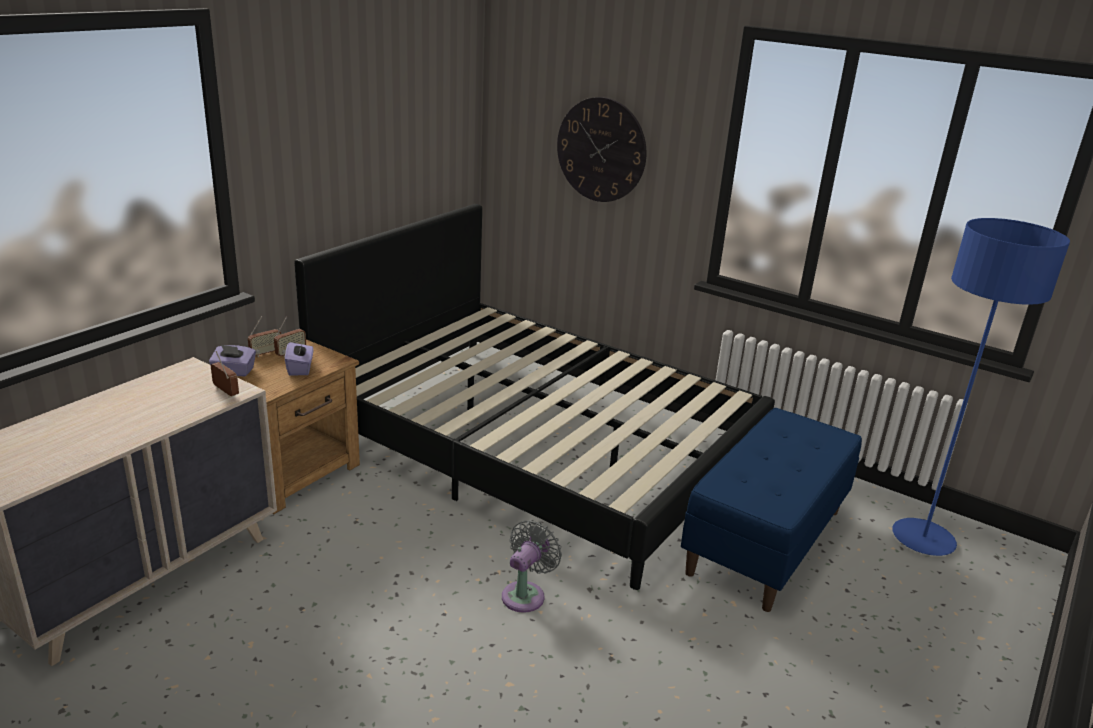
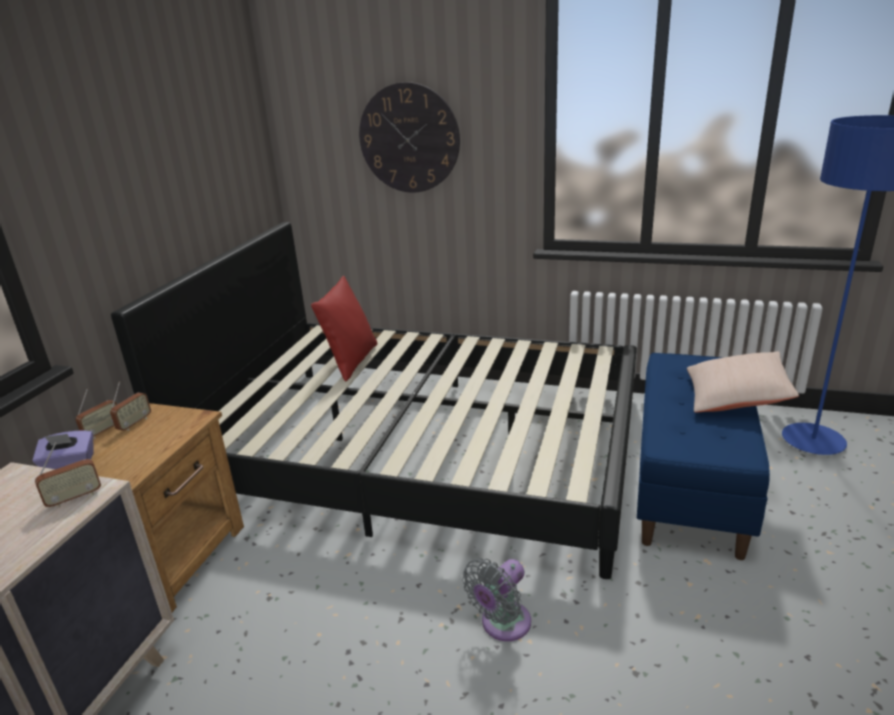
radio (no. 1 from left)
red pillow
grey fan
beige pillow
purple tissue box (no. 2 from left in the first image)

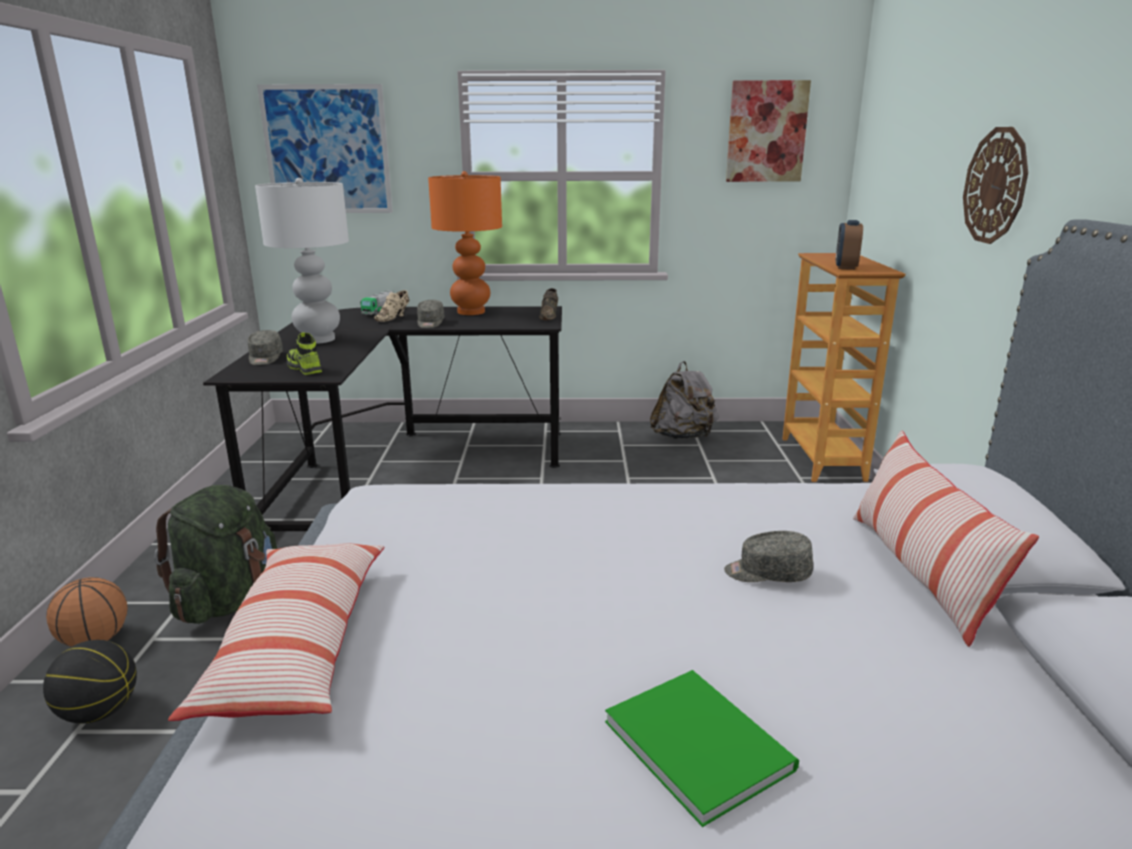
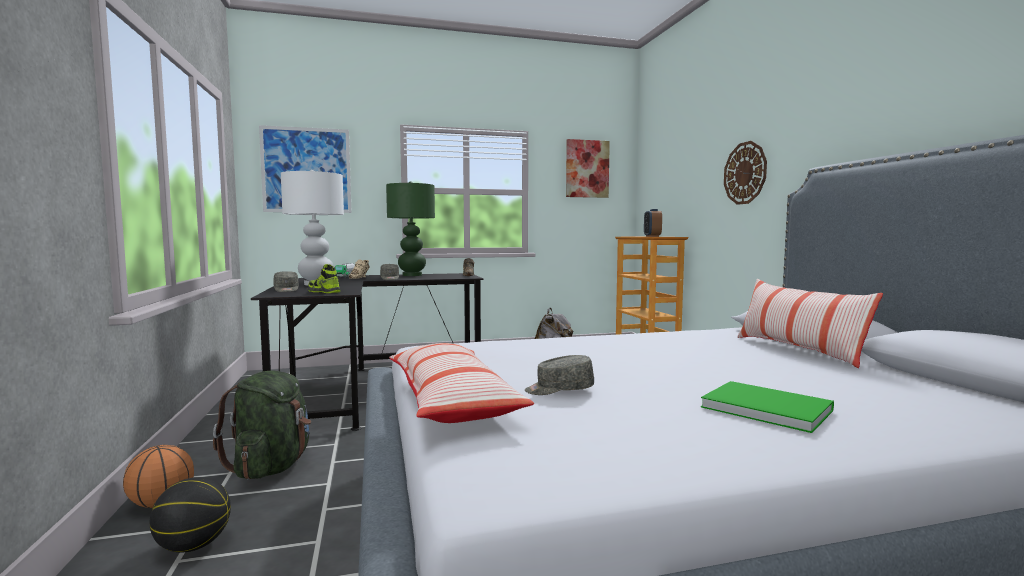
green table lamp
grey cap (no. 3 from left)

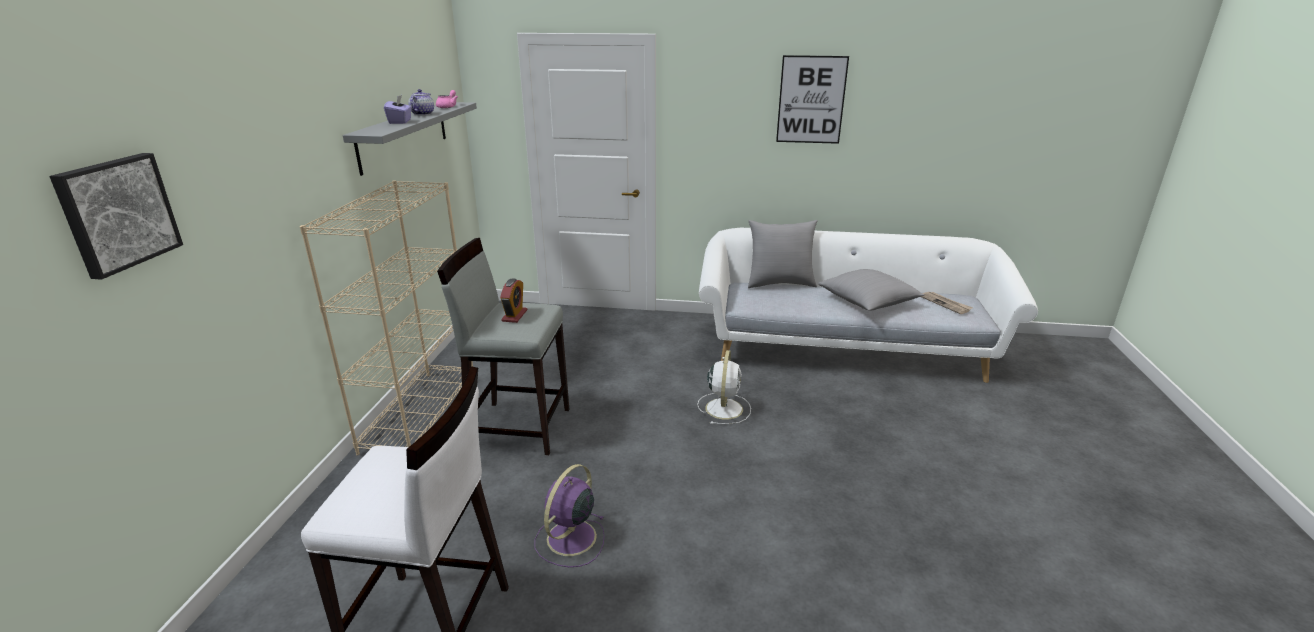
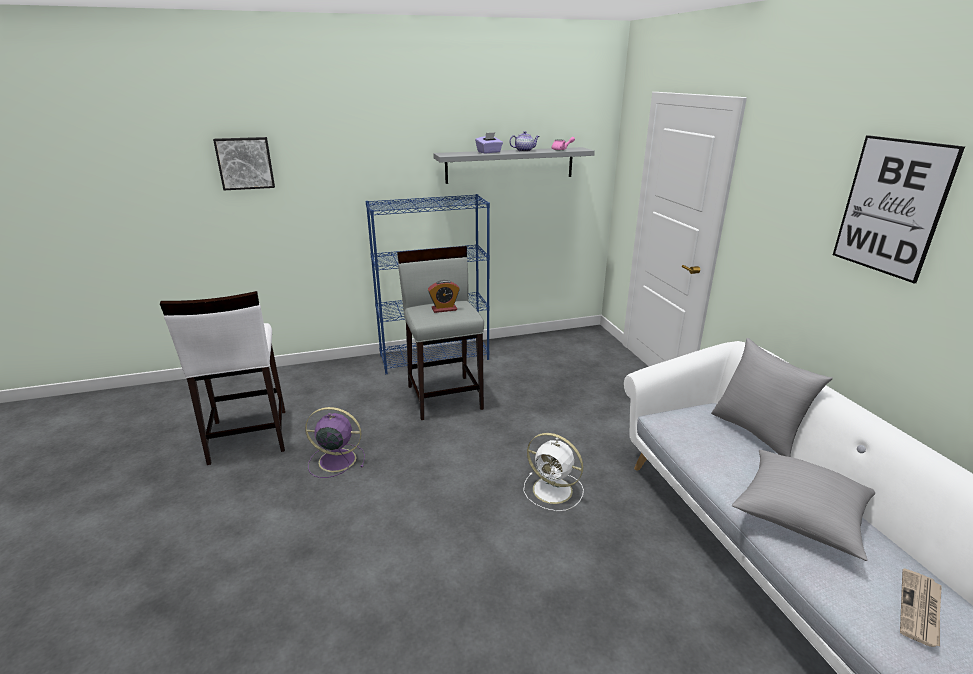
blue bookcase
white fan

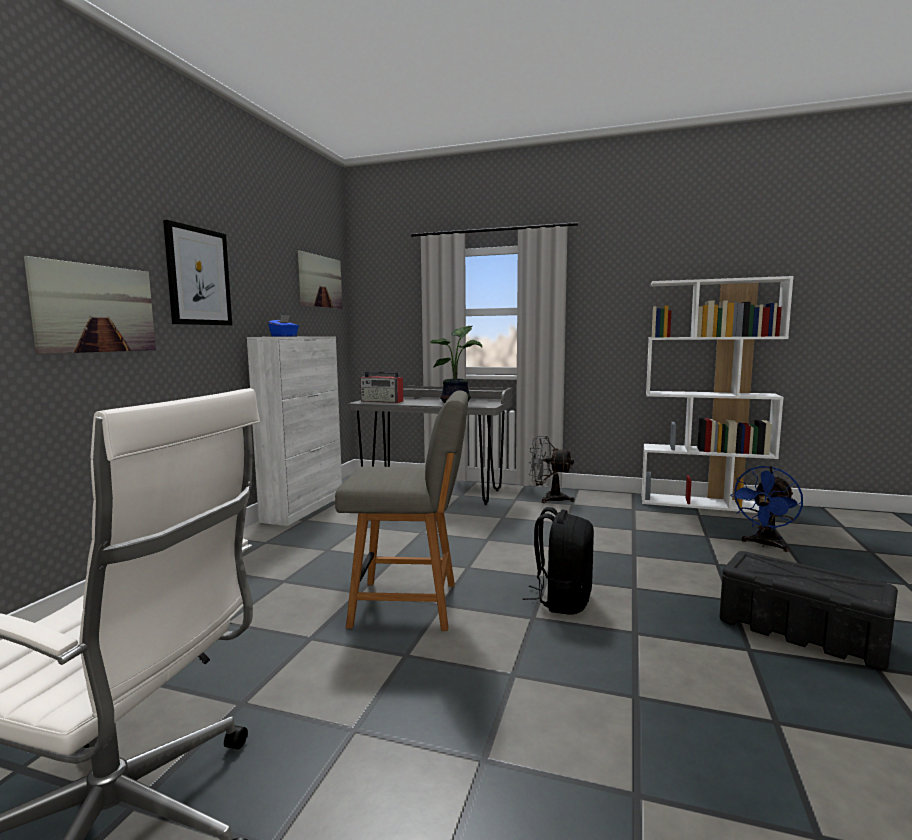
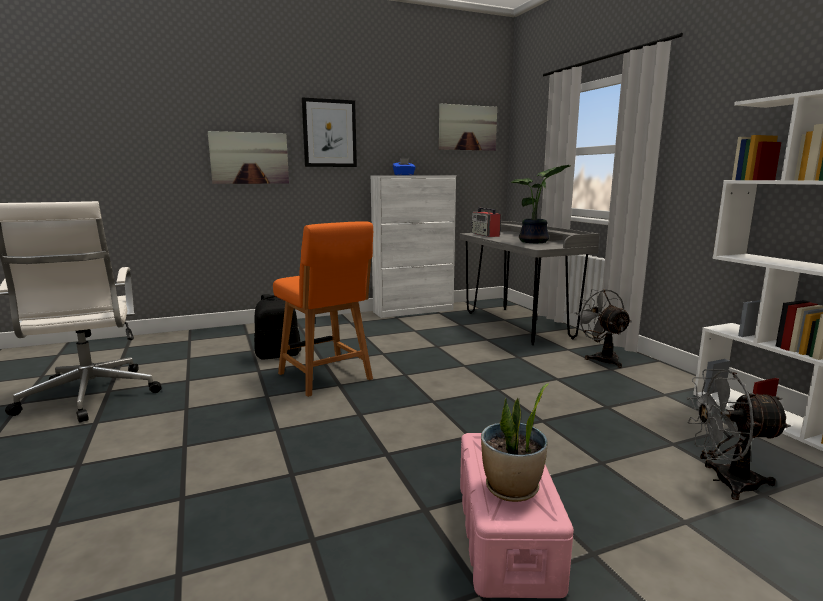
black backpack
orange chair
pink storage box
potted plant (no. 1 from left)
grey fan (no. 2 from left)

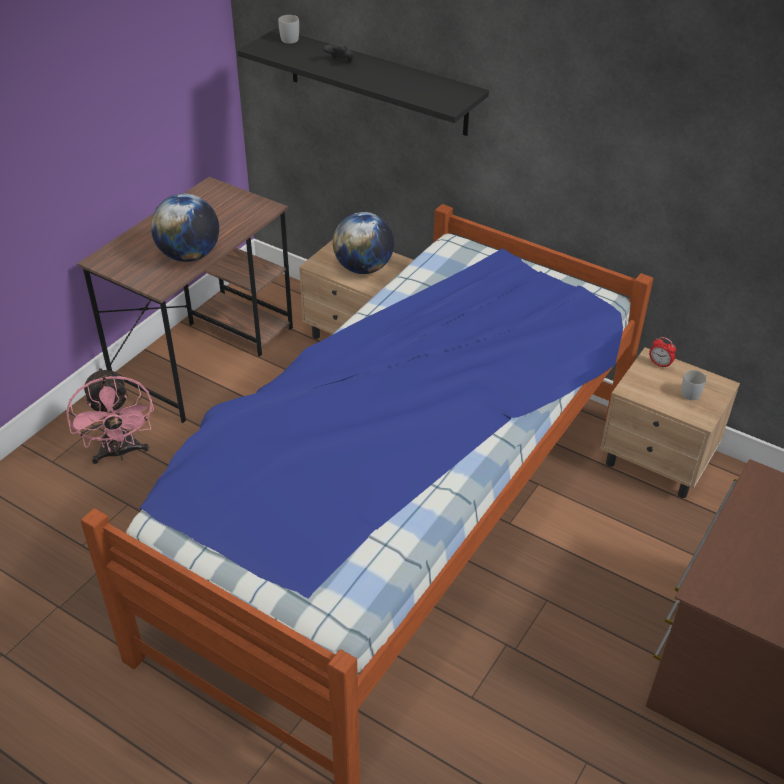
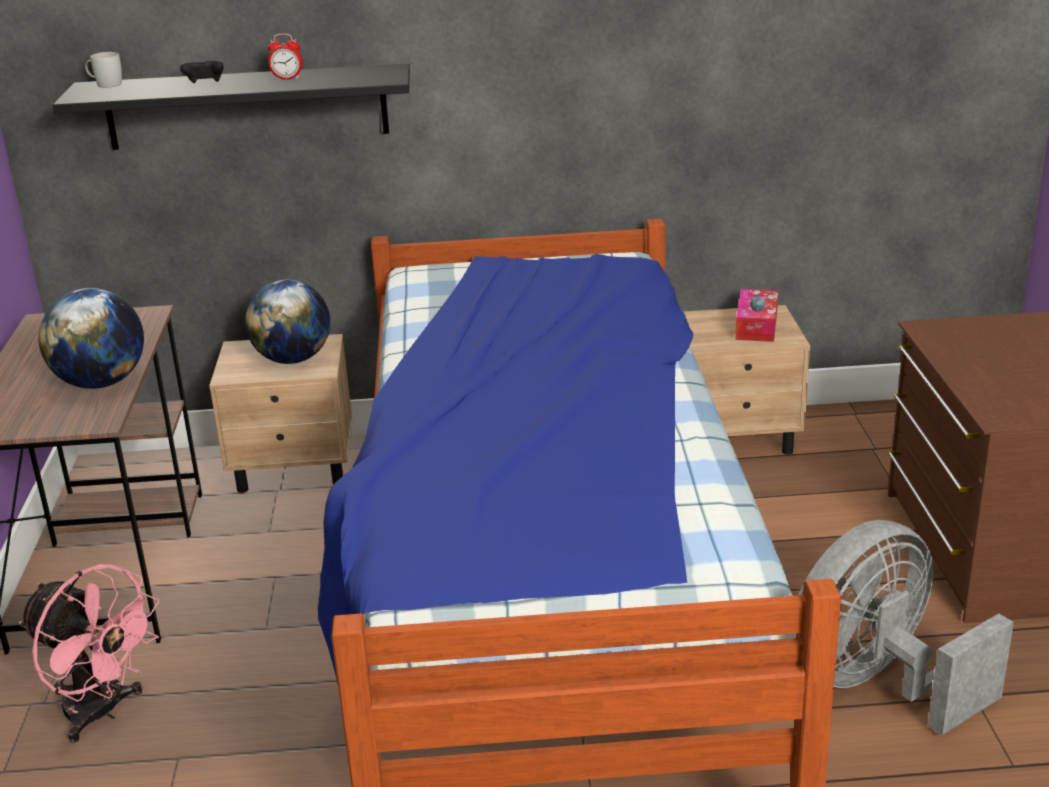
alarm clock
tissue box
grey fan

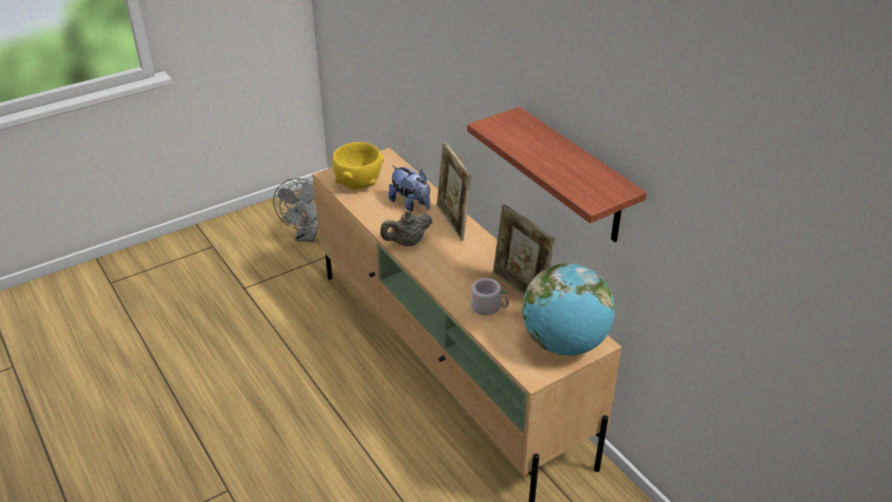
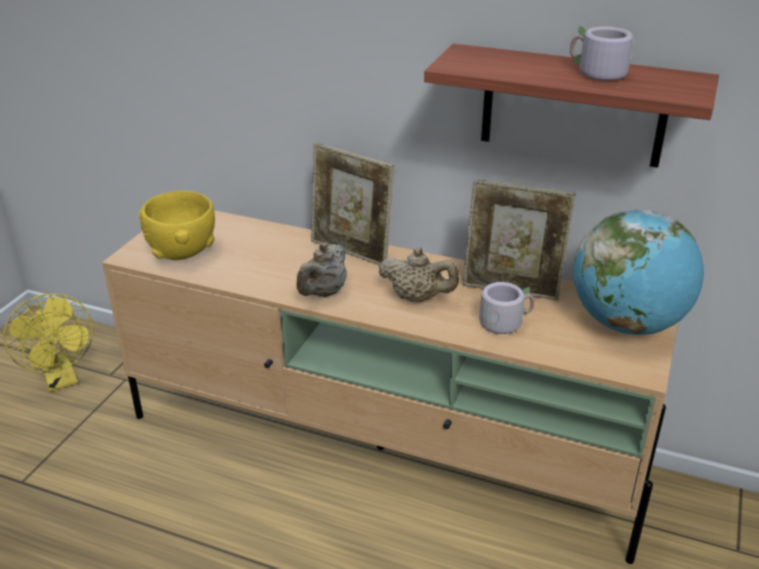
yellow fan
beige teapot (no. 2 from left)
grey mug (no. 2 from left)
plush toy

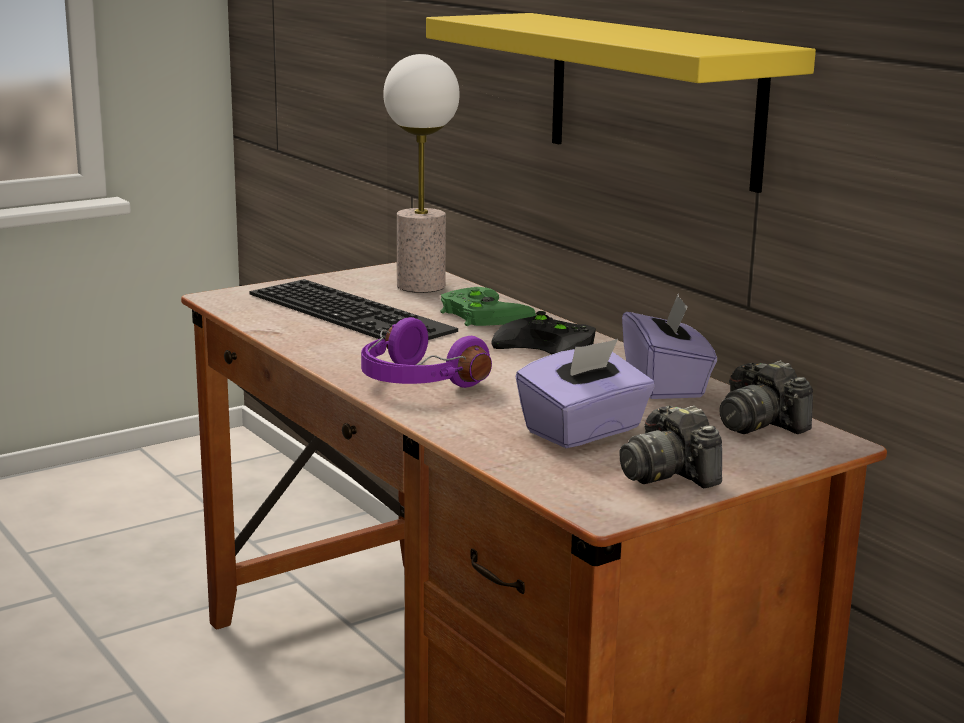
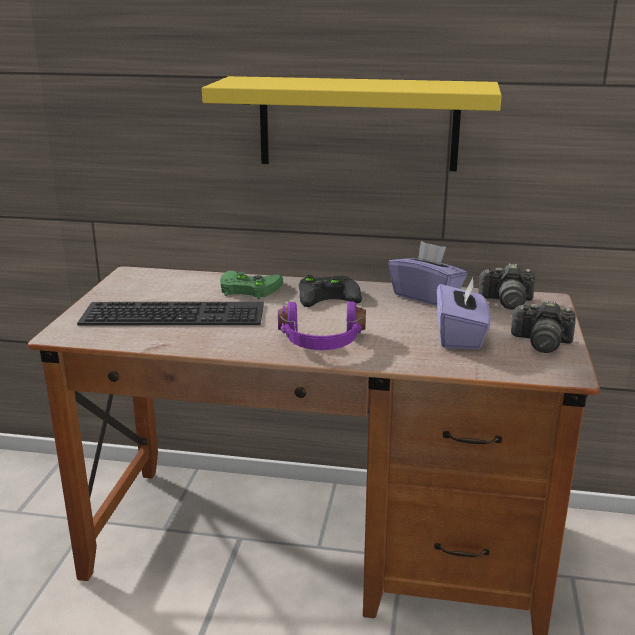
table lamp

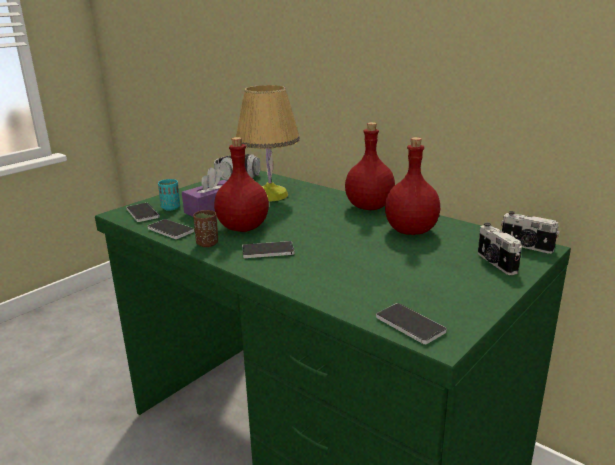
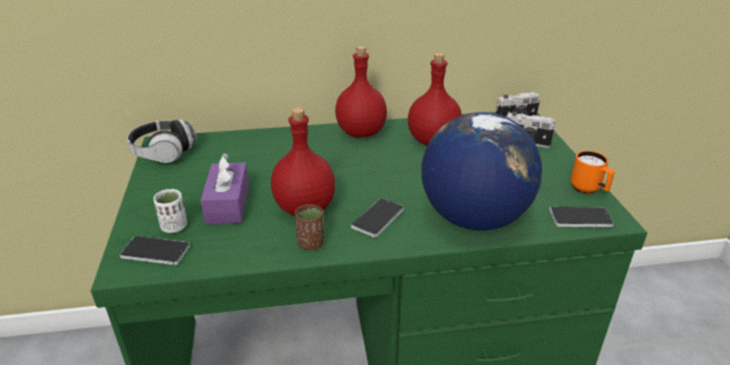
white cup
globe
orange mug
phone (no. 2 from left in the first image)
table lamp

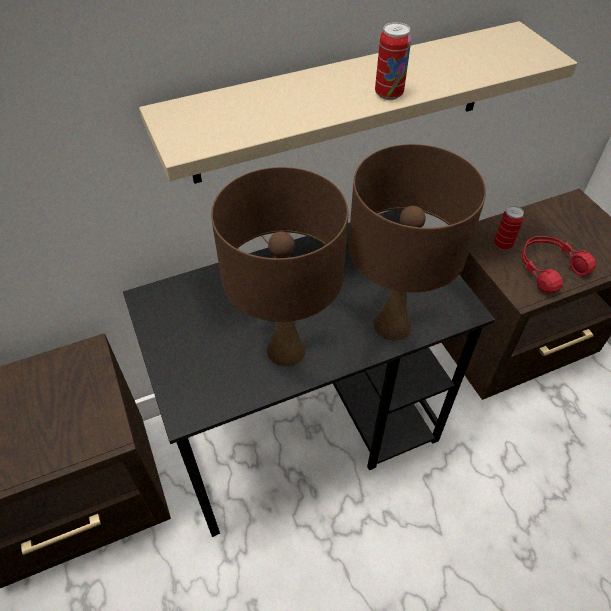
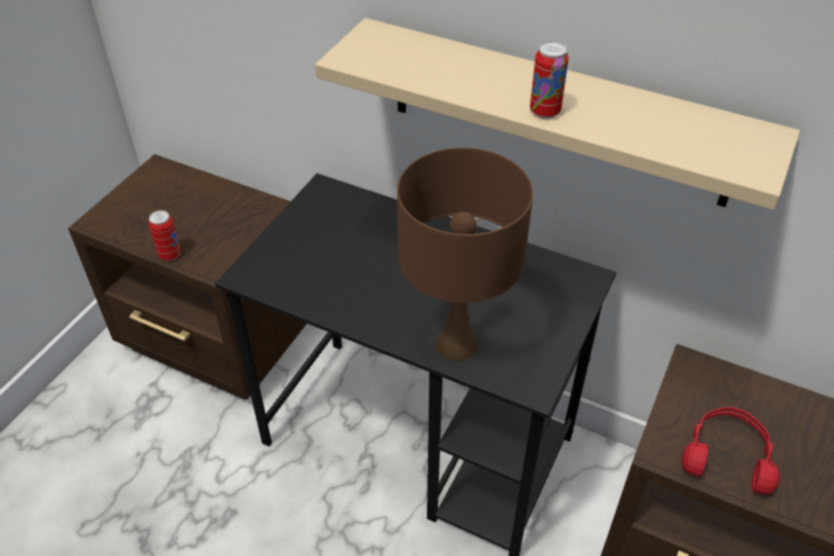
can (no. 1 from left)
brown table lamp (no. 1 from left in the first image)

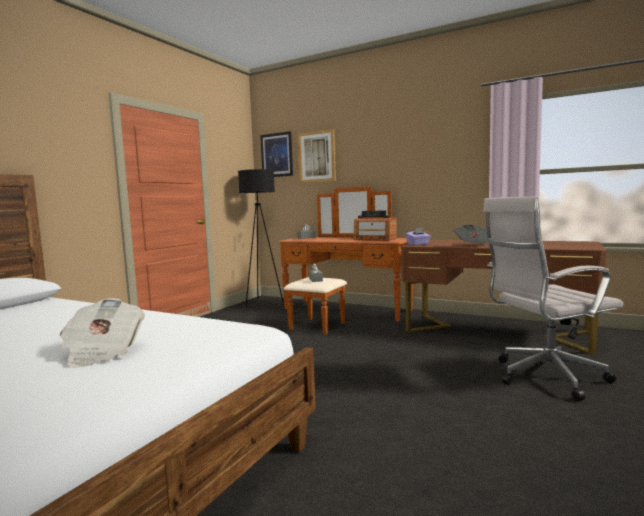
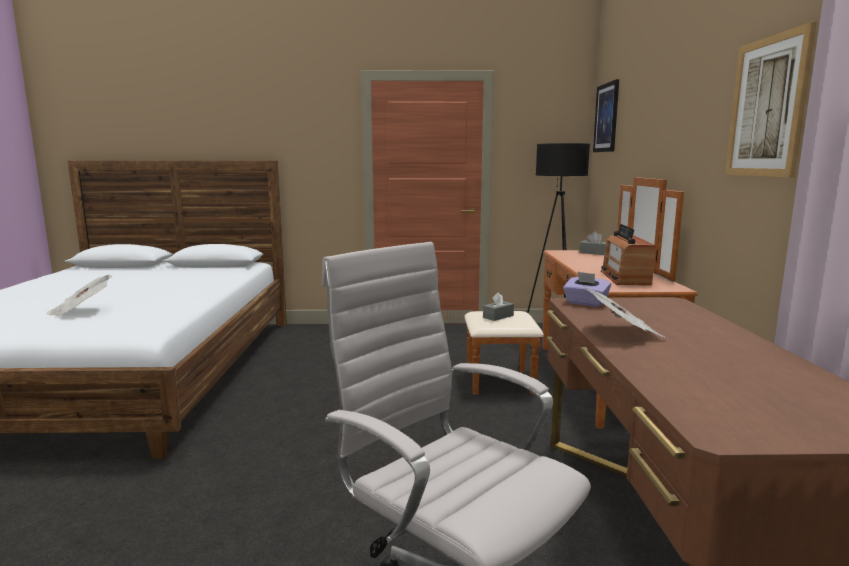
picture (no. 2 from left)

